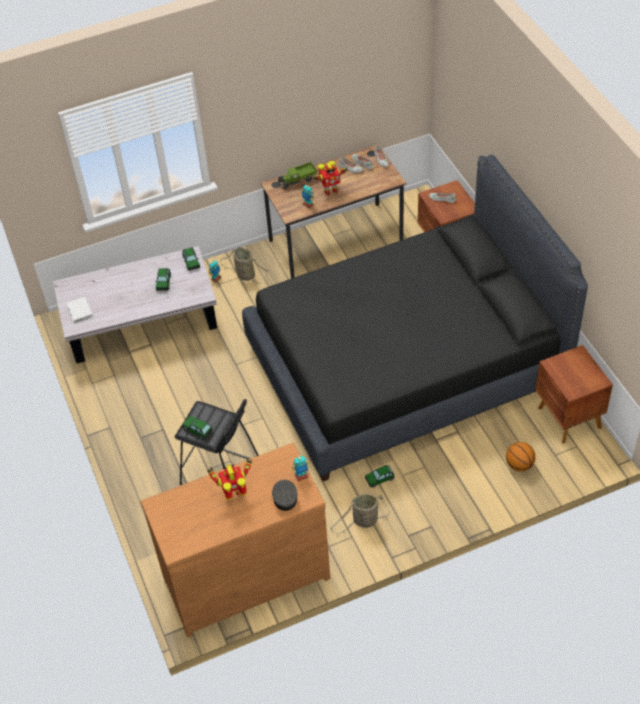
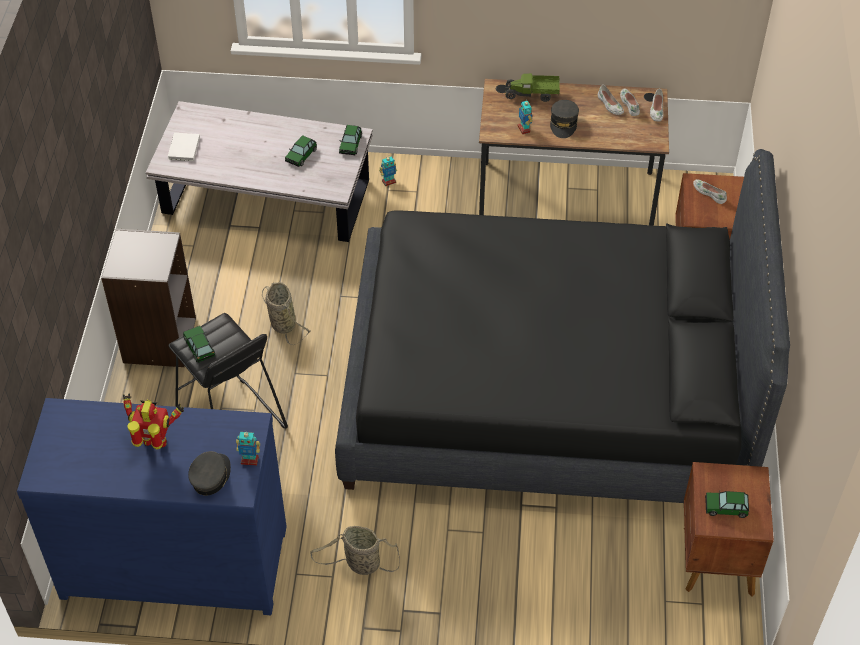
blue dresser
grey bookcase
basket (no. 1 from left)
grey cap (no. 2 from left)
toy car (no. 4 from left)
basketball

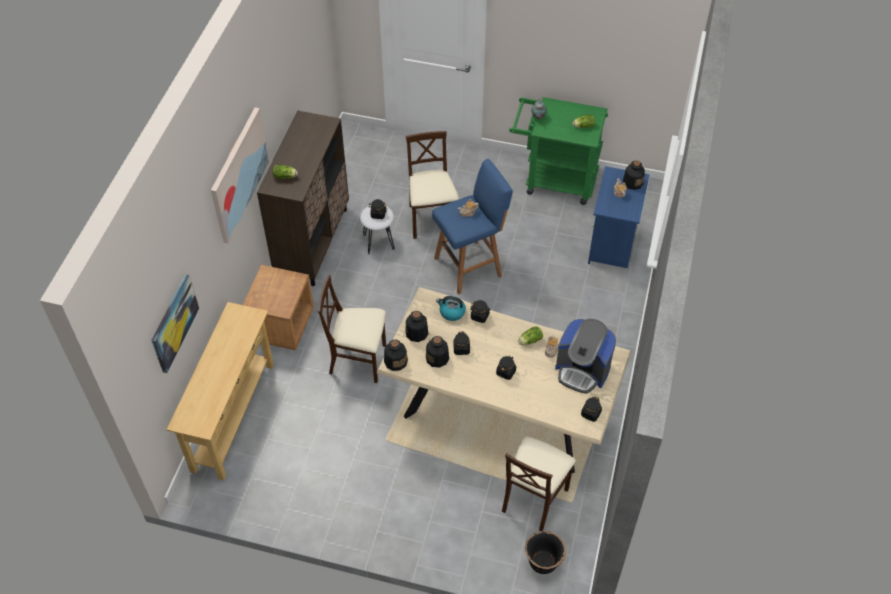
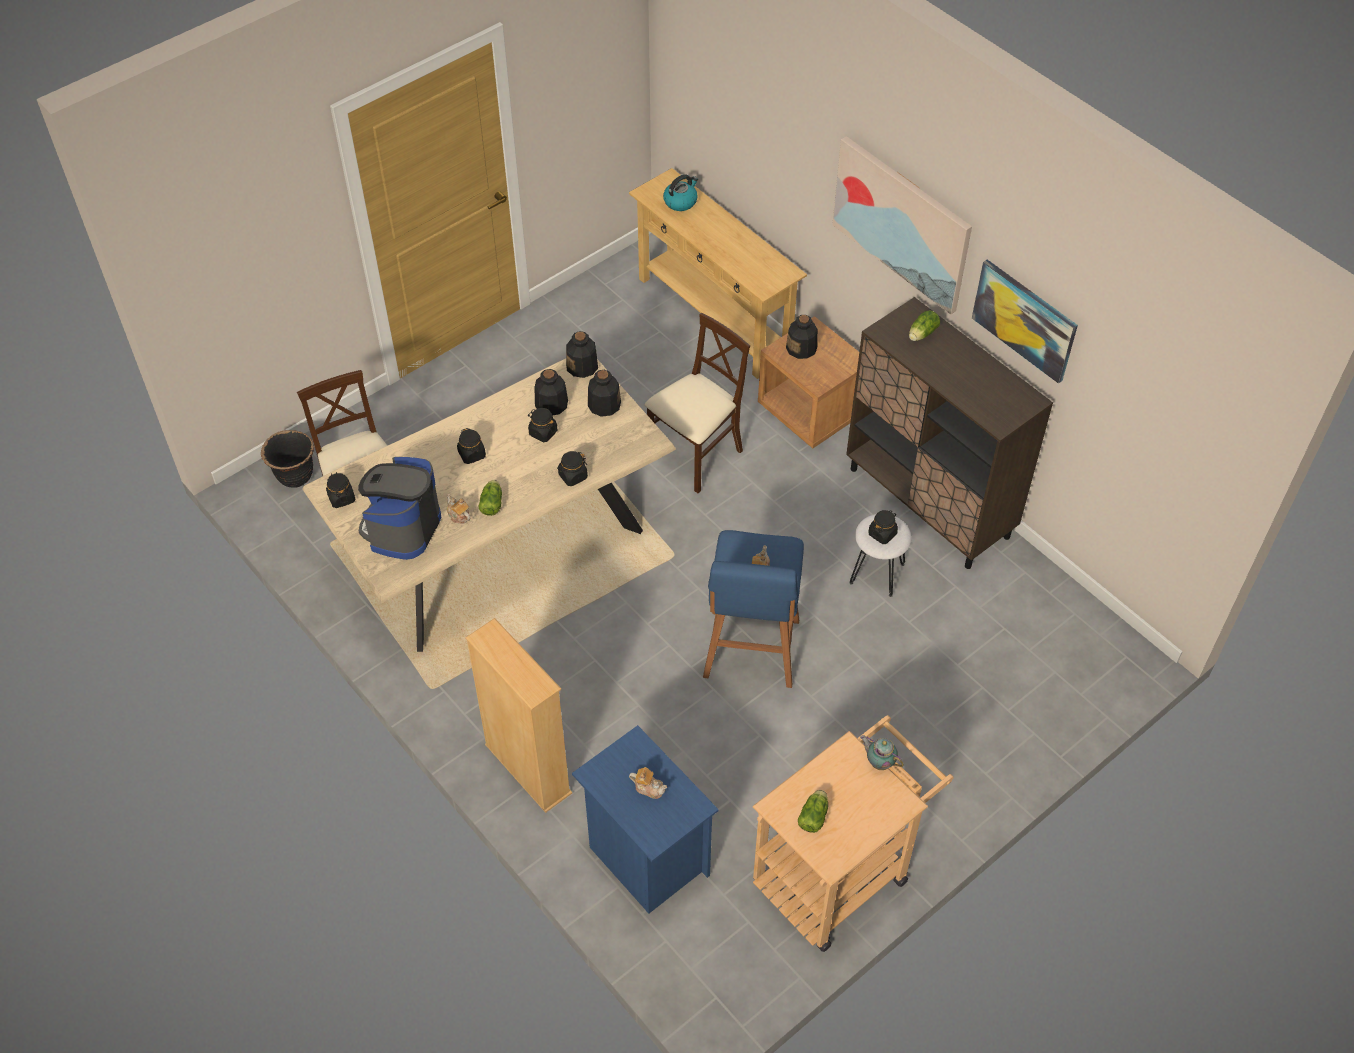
coffee machine
beige bookcase
kettle
beige cart
bottle (no. 4 from left)
picture (no. 2 from left)
beige chair (no. 2 from left in the first image)

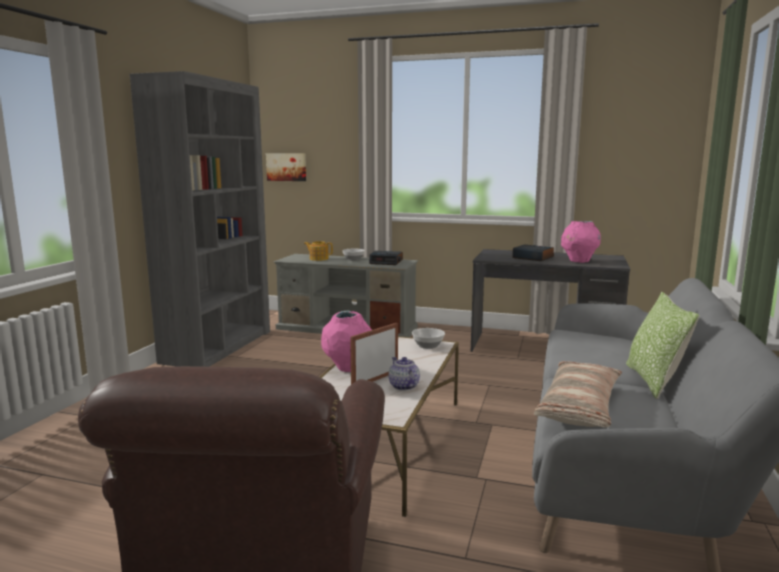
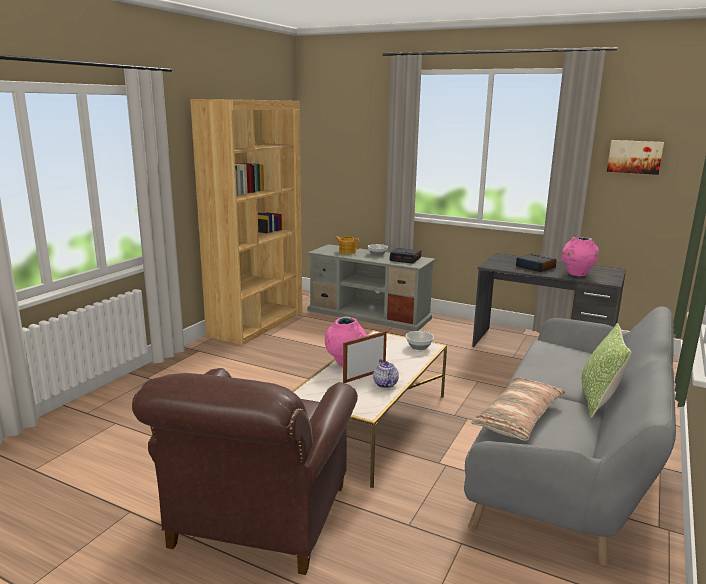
brown bookcase
picture

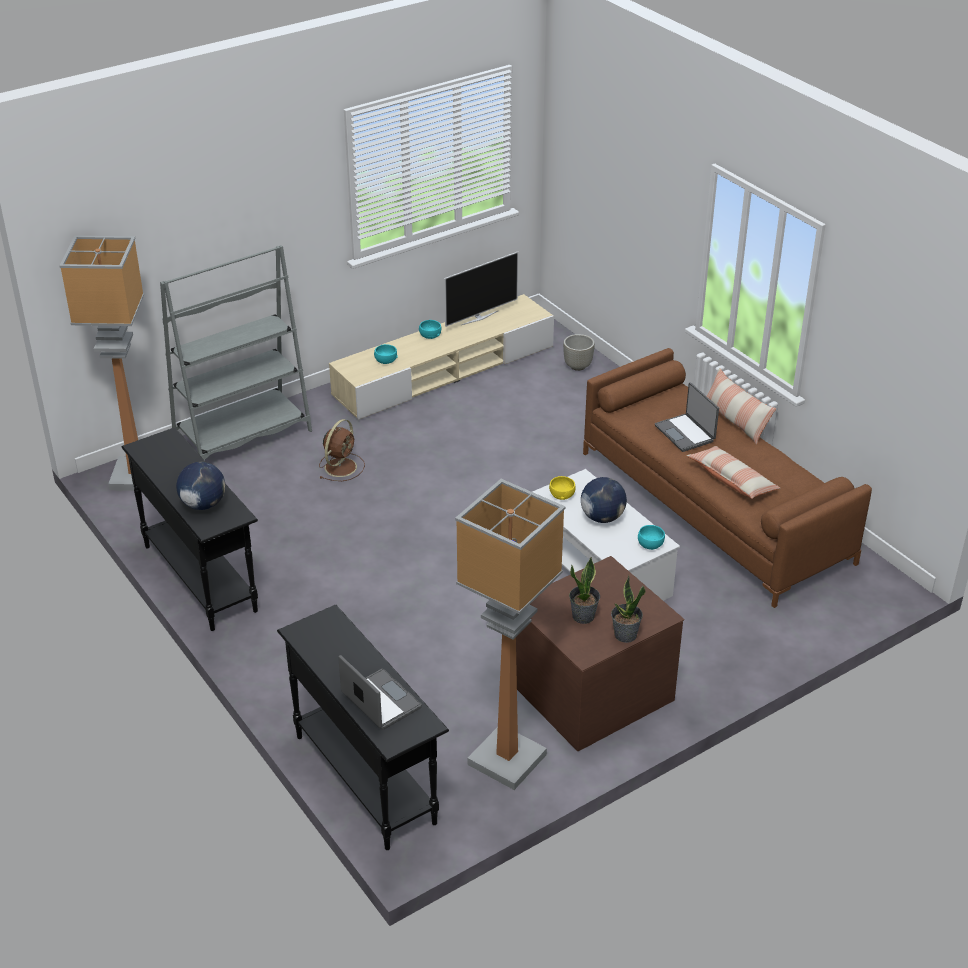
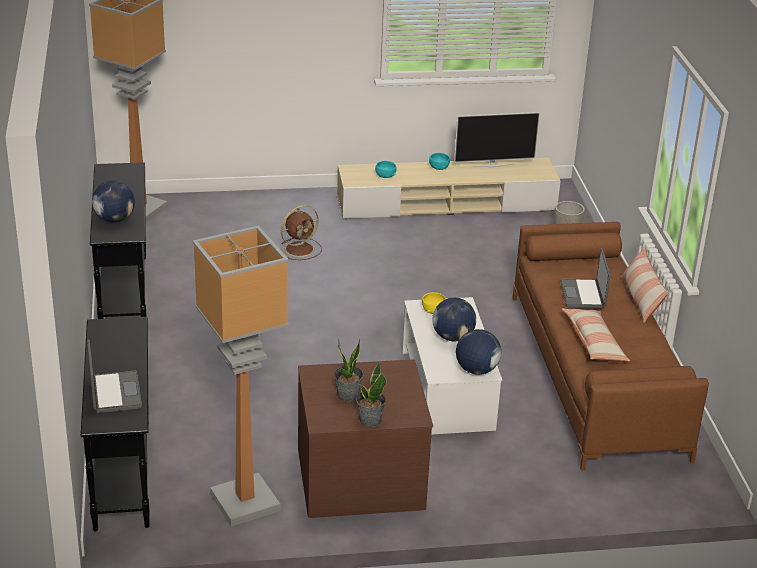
globe (no. 3 from left)
grey bookcase

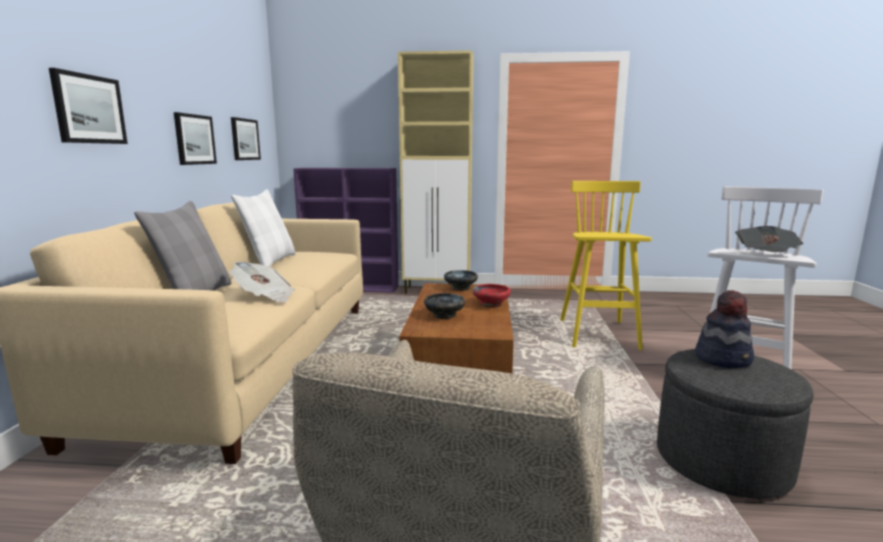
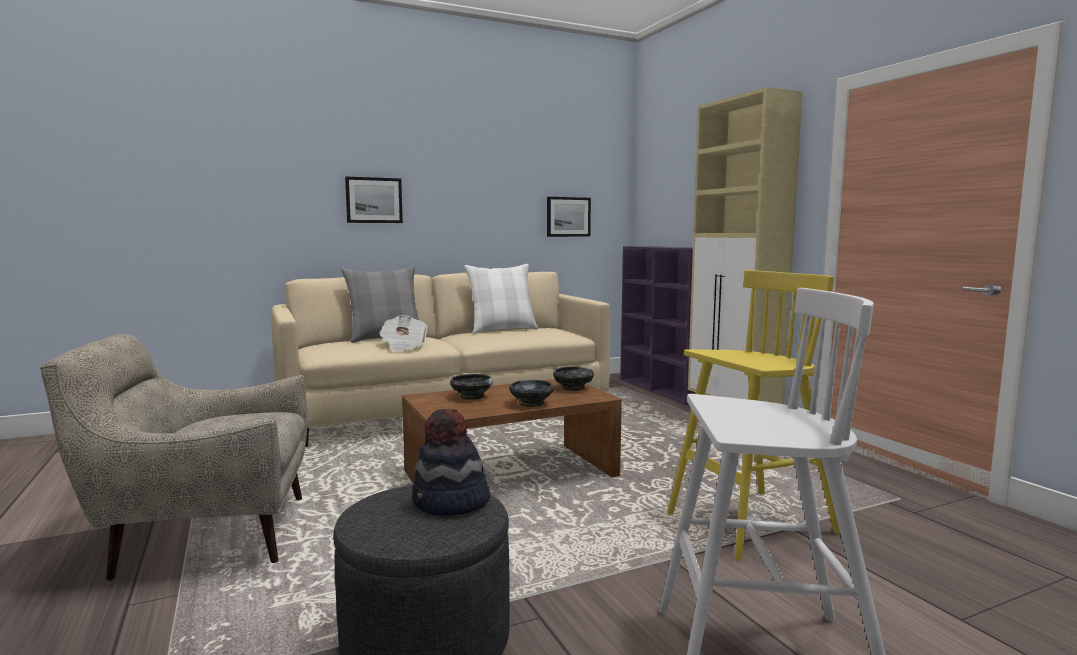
black bowl (no. 2 from left)
picture (no. 2 from left in the first image)
newspaper (no. 2 from left in the first image)

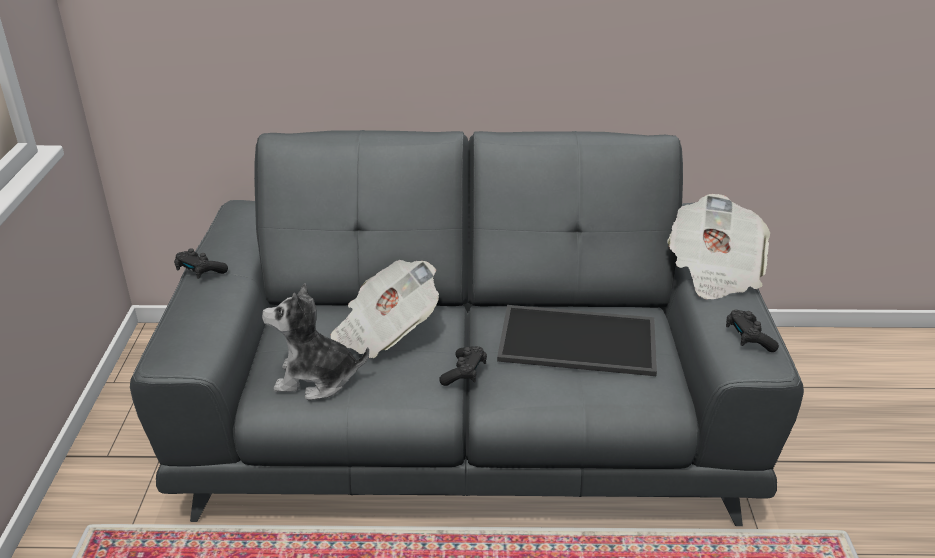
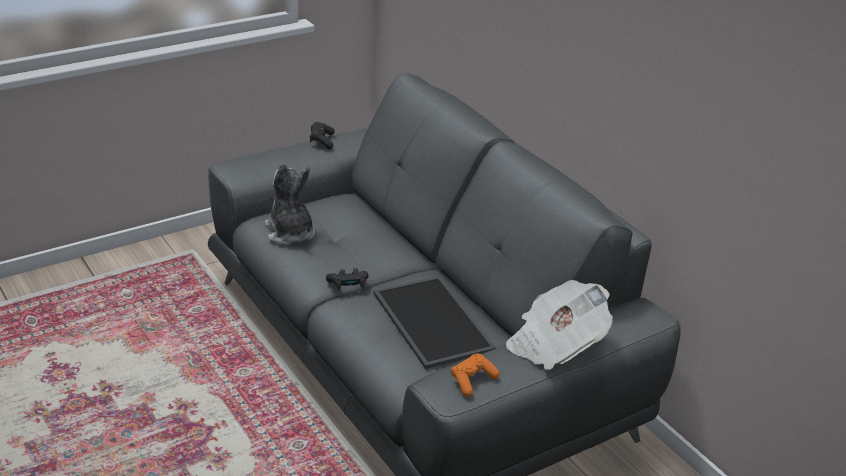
orange game controller
newspaper (no. 1 from left in the first image)

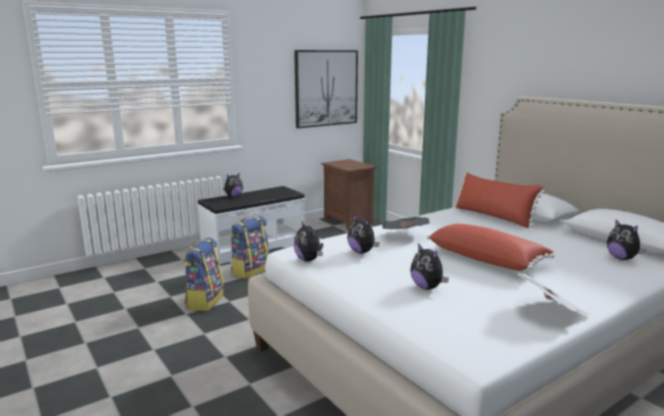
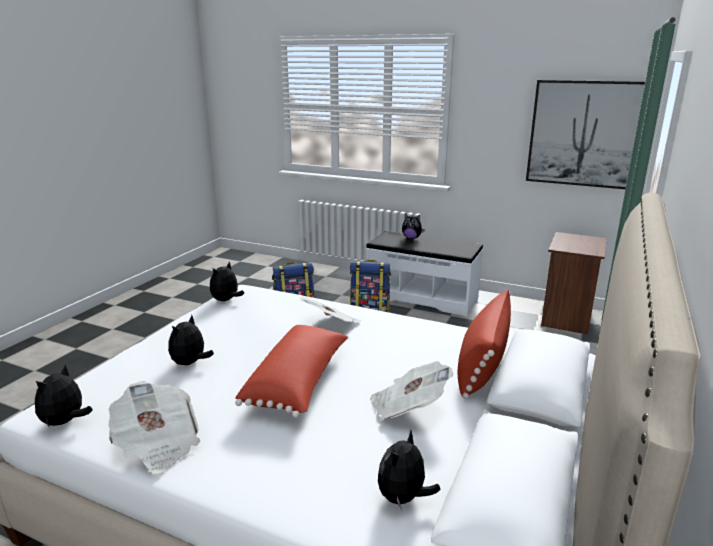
plush toy (no. 1 from left)
newspaper (no. 3 from left)

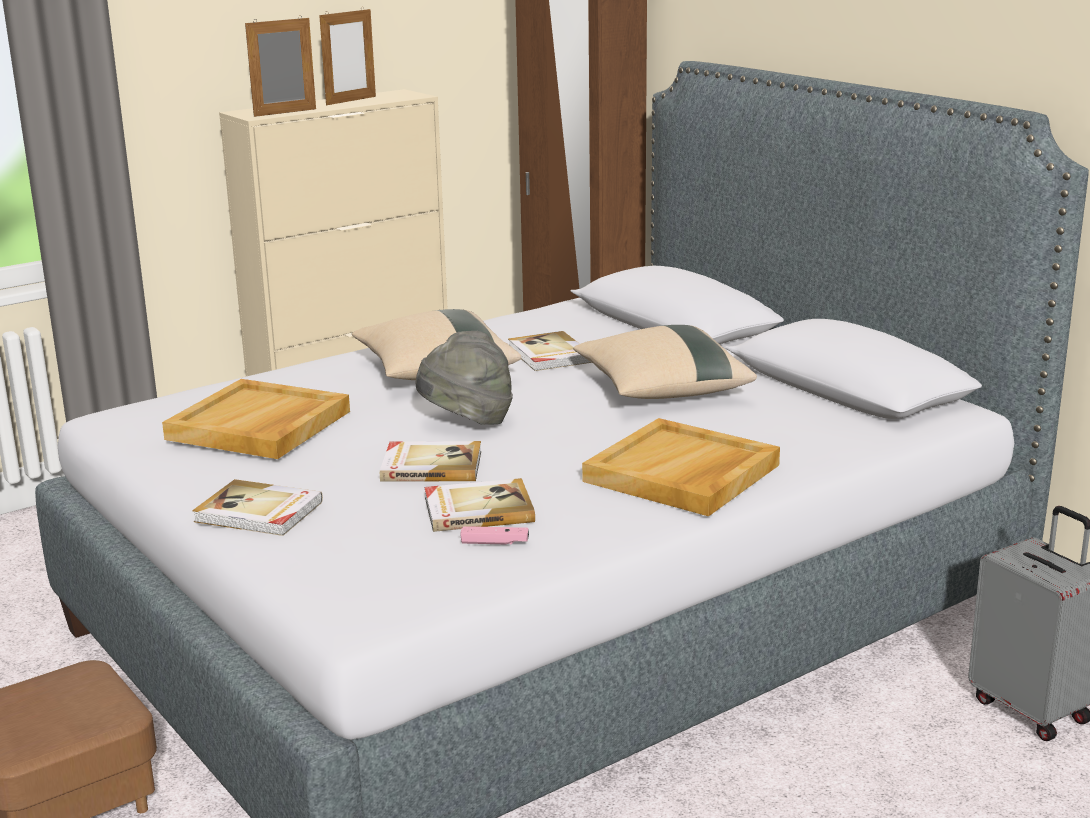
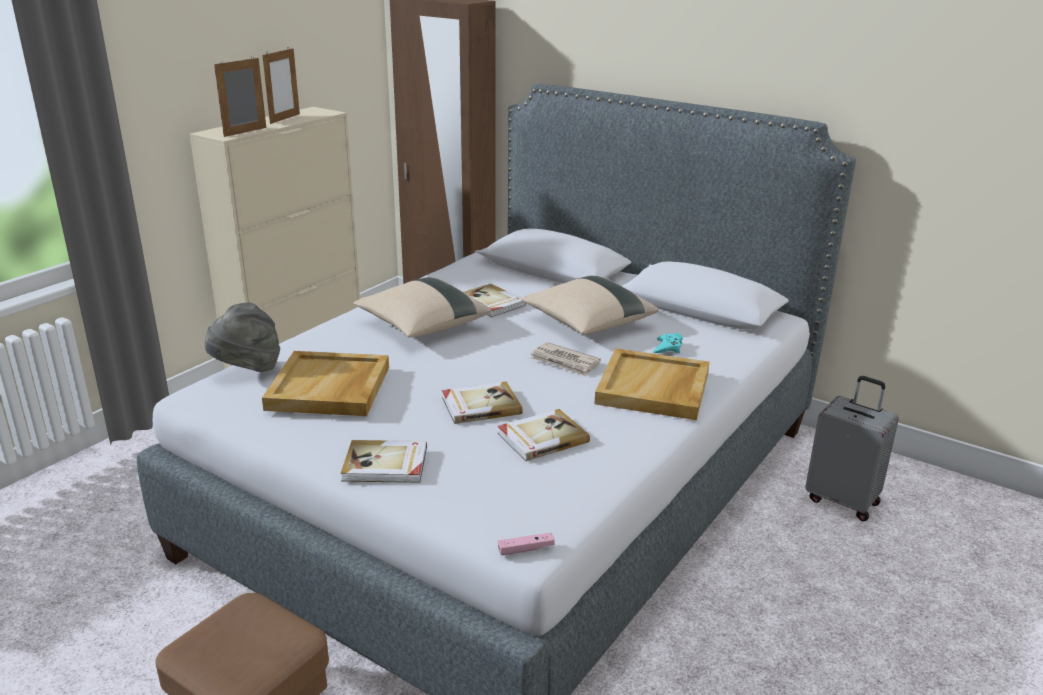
grey hat
pink game controller
newspaper
turquoise game controller

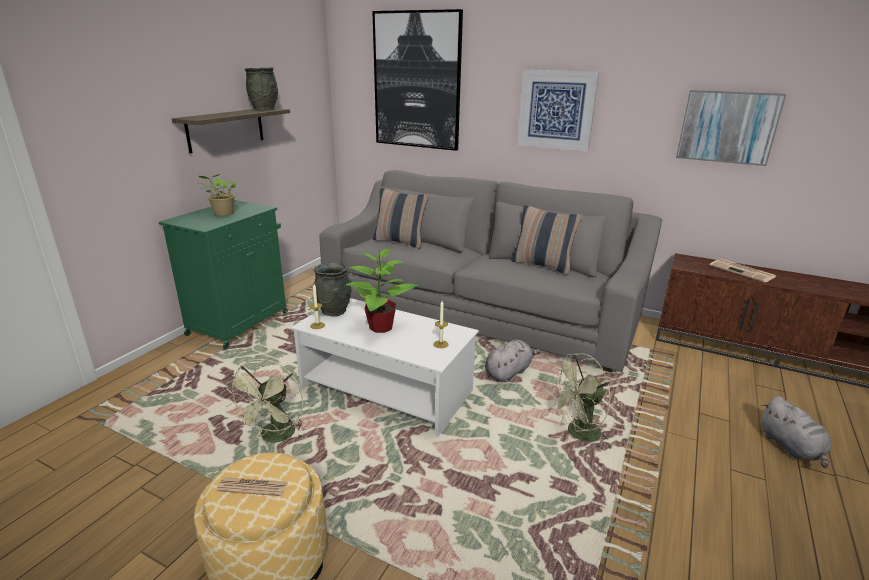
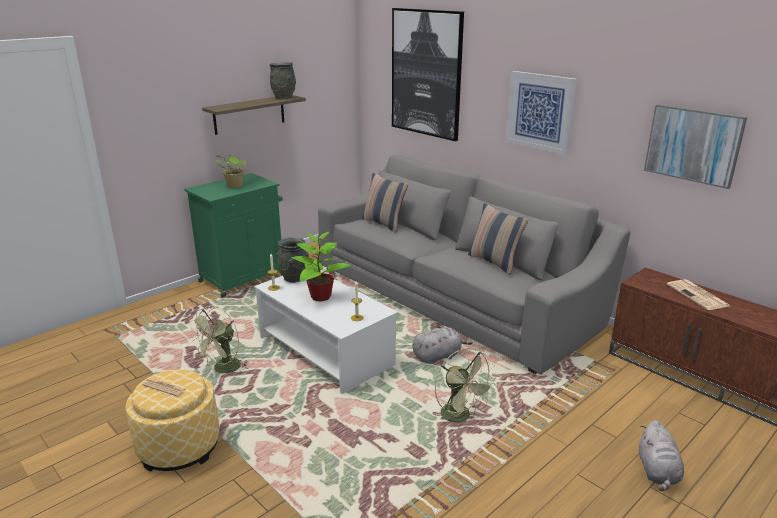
green fan (no. 2 from left)

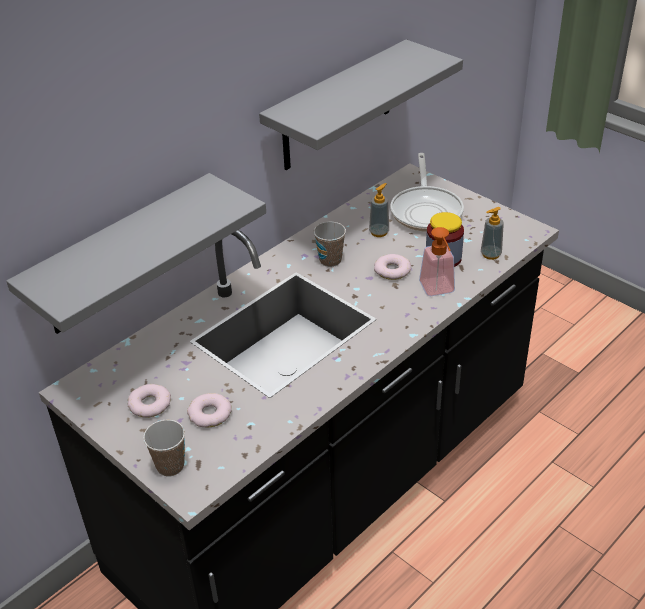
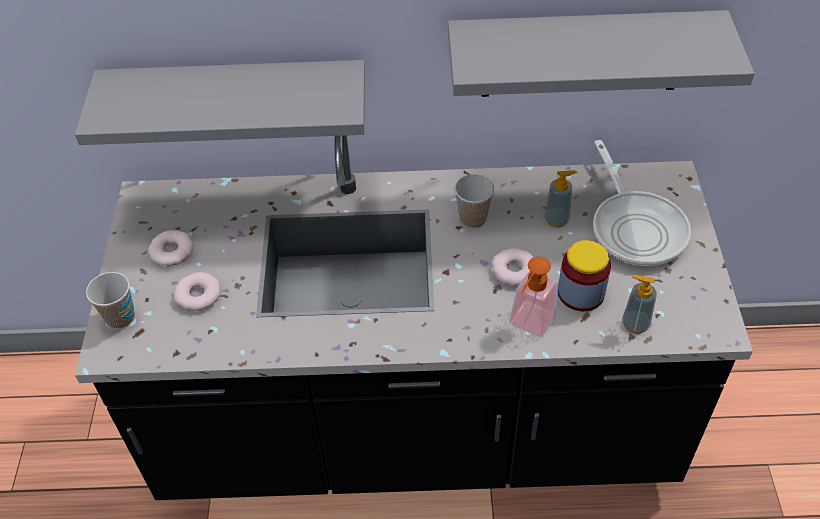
frying pan

